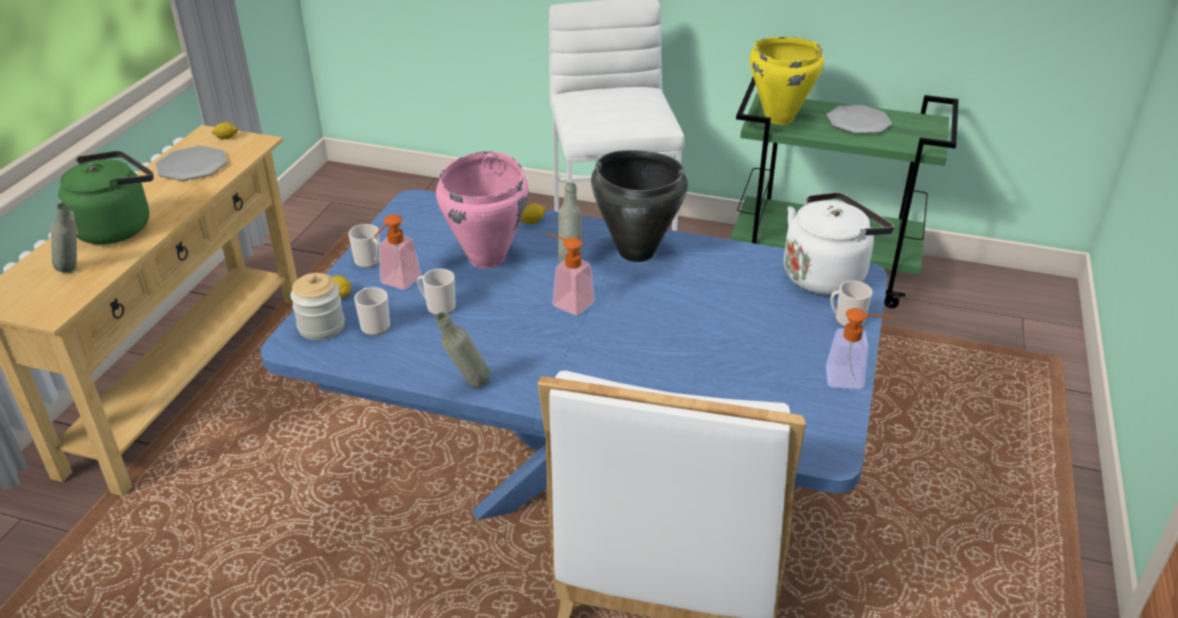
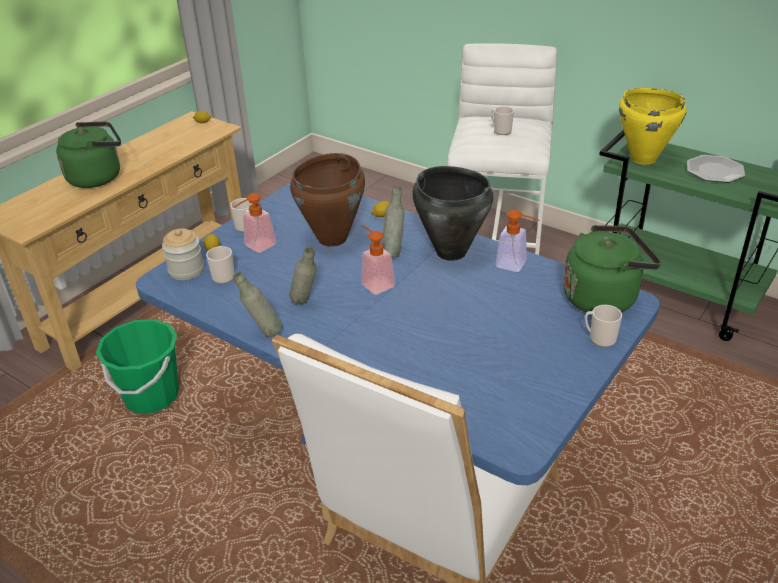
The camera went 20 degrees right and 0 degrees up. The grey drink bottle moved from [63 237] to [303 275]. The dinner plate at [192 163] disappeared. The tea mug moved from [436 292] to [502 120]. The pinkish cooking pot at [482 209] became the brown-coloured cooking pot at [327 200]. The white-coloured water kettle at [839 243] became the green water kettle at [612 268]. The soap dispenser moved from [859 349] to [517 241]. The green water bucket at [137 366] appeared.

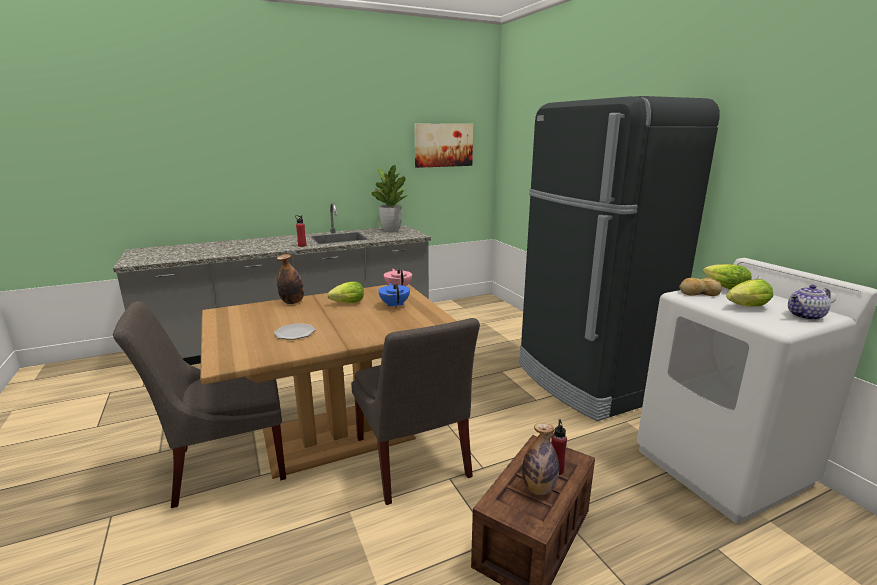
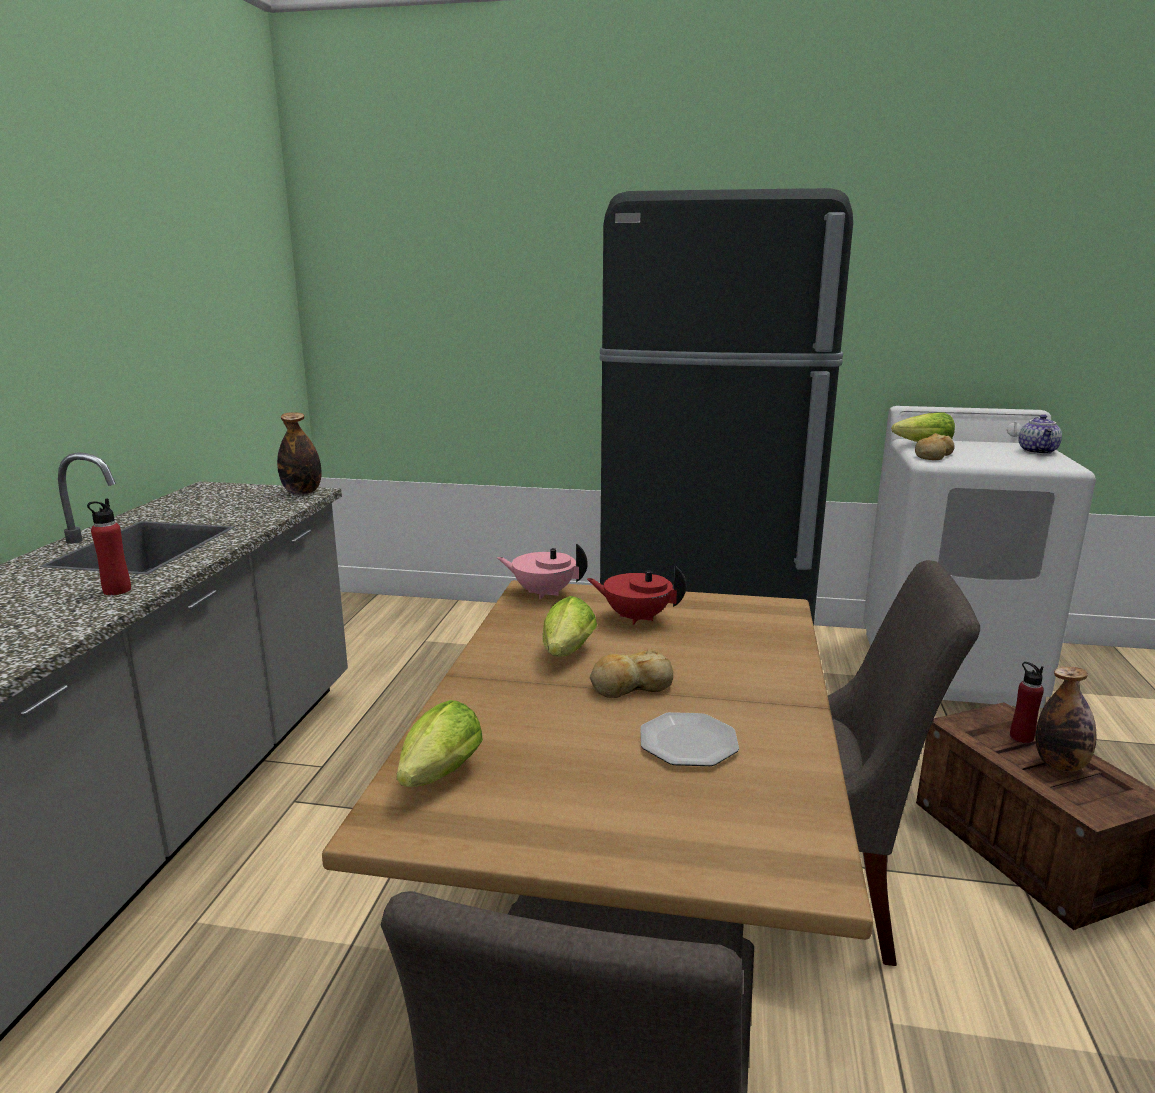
The camera went 55 degrees left and 0 degrees up. The drink bottle moved from [290 279] to [299 453]. The potted plant at [390 198] disappeared. The blue-coloured teapot at [394 295] became the reddish teapot at [636 595]. The wall picture at [443 146] disappeared. The lettuce moved from [749 293] to [440 743]. The bread at [631 673] appeared.

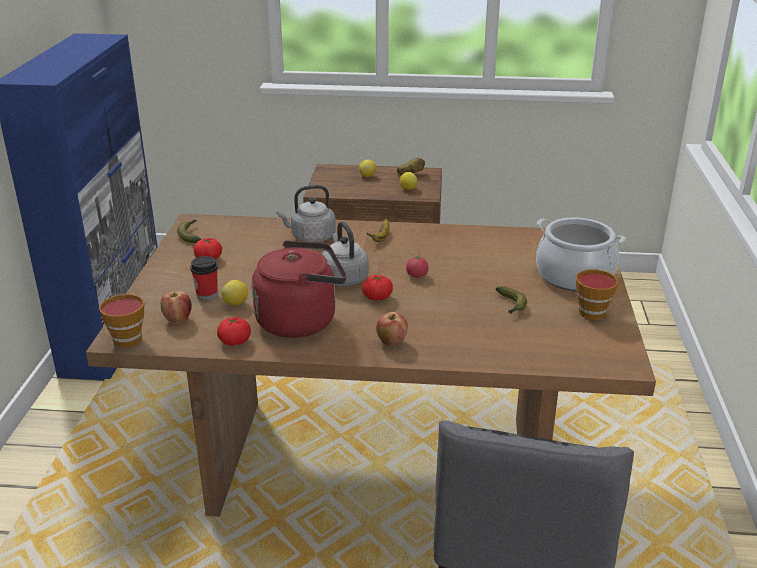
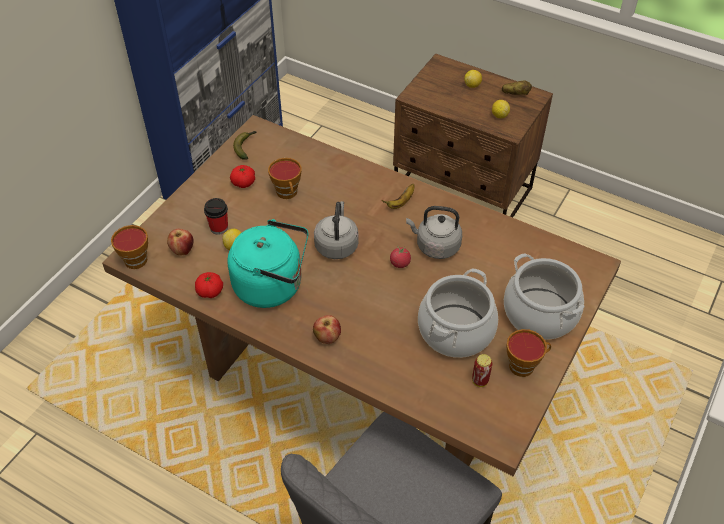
The camera went 25 degrees right and 20 degrees up. The reddish water kettle at [299 289] became the blue-green water kettle at [267 263]. The grey water kettle moved from [306 213] to [434 232]. The whole tomato at [377 288] disappeared. The banana fruit at [511 300] was replaced by the cooking pot at [458 313]. The drinking cup at [285 178] appeared. The metal can at [482 370] appeared.

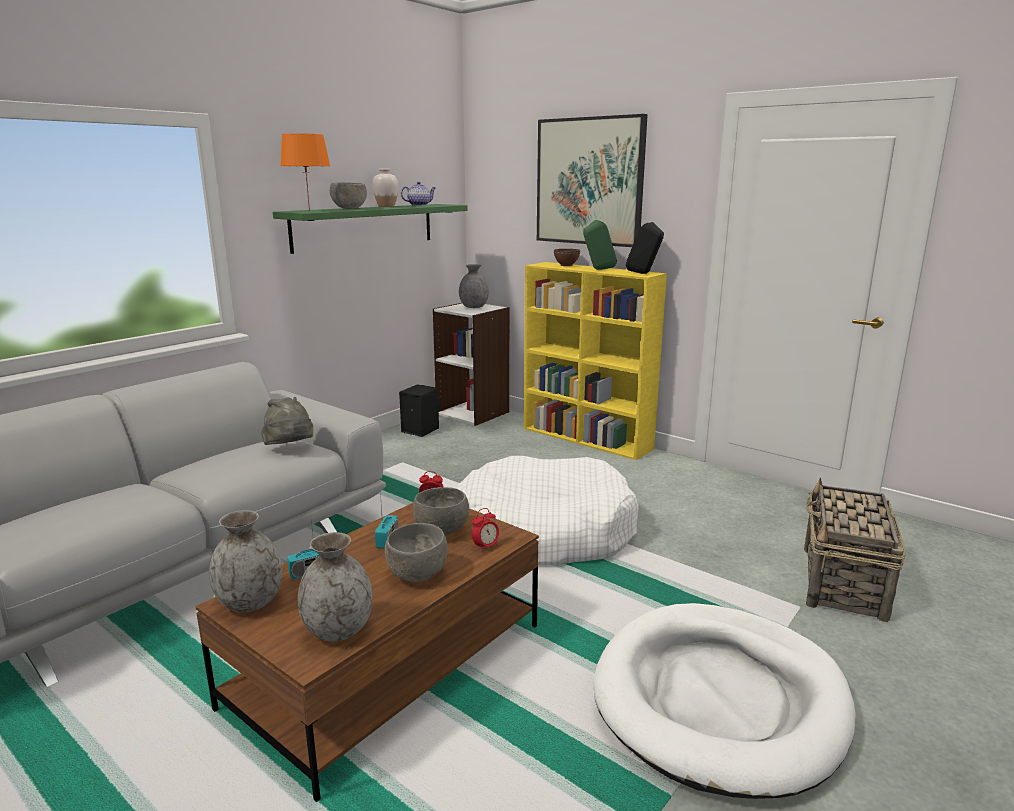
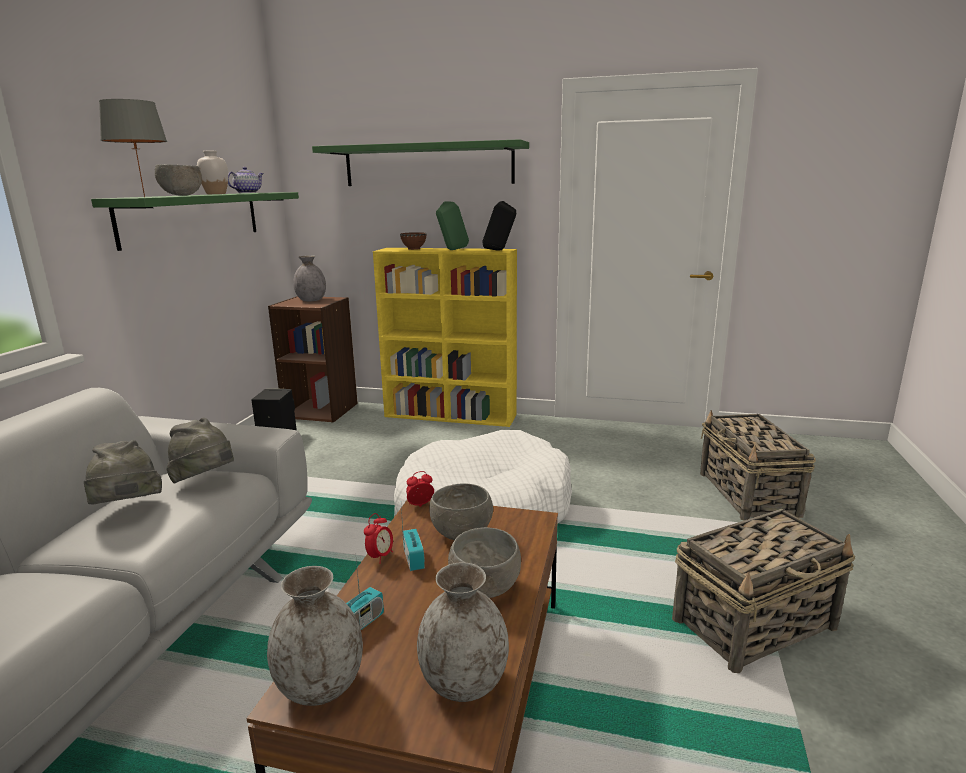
The camera went 25 degrees left and 0 degrees up. The orange-coloured tabletop lamp at [305 172] became the grey tabletop lamp at [133 148]. The white-coloured bookshelf at [471 364] became the brown-coloured bookshelf at [313 359]. The bedside clock moved from [485 530] to [378 538]. The wall picture at [592 180] was replaced by the green shelf at [420 162]. The white-coloured dog bed at [724 701] was replaced by the basket at [763 591]. The grey hat at [123 472] appeared.

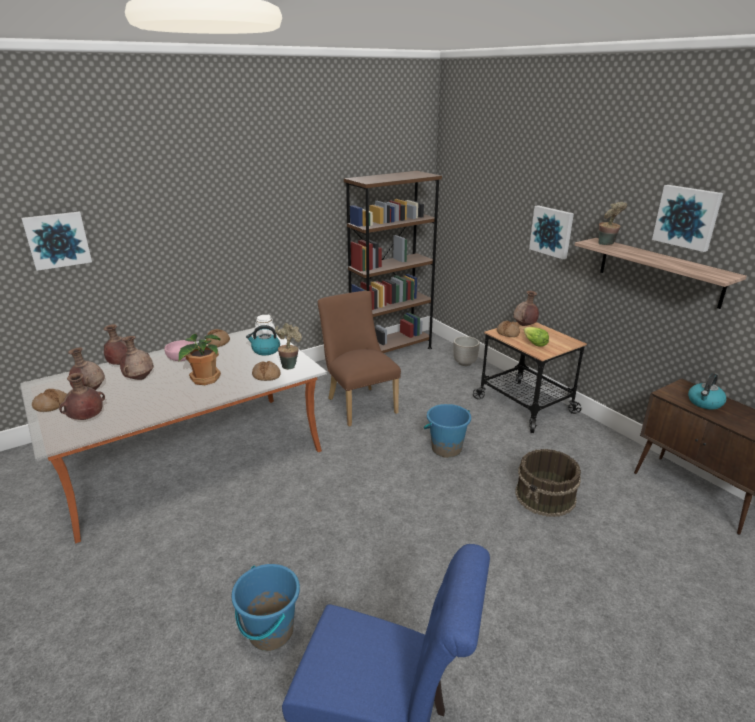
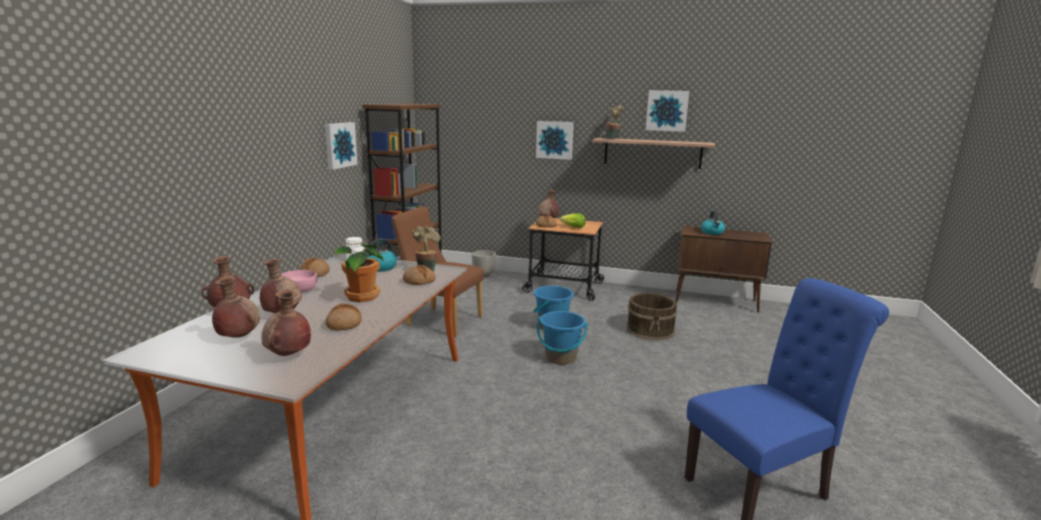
The camera went 40 degrees left and 10 degrees down. The wall picture moved from [56 241] to [341 146]. The bread moved from [49 400] to [343 316]. The blue-coloured water bucket moved from [266 607] to [562 338].

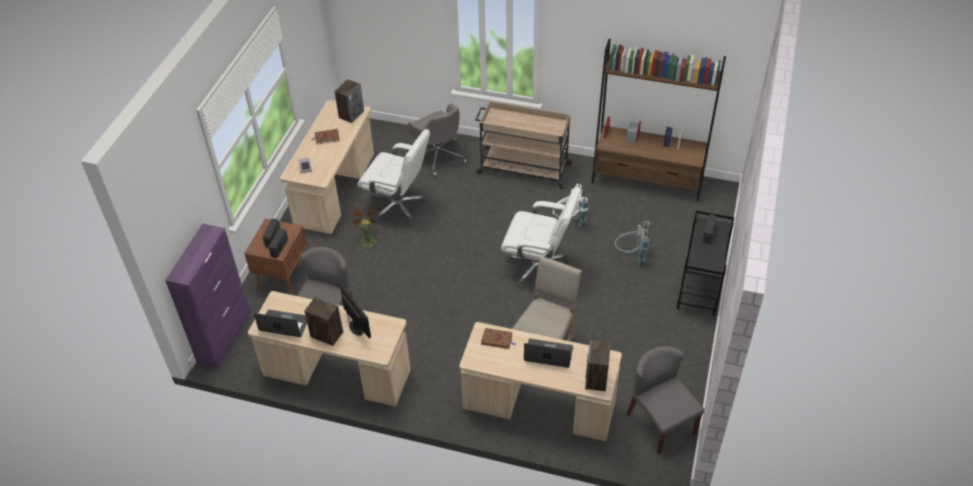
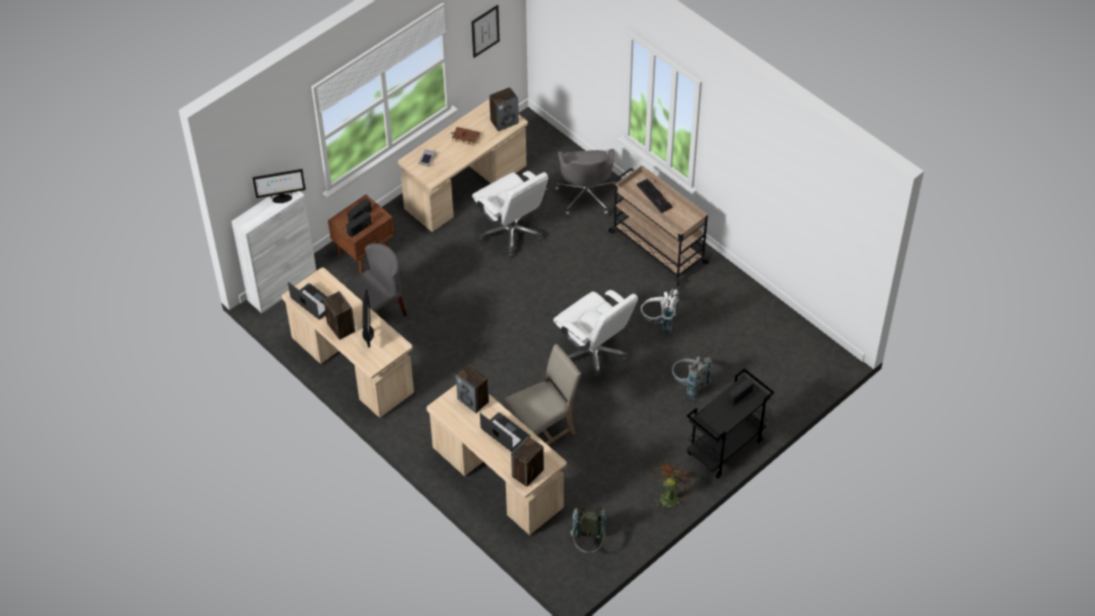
The camera went 30 degrees right and 5 degrees up. The purple storage cabinet at [207 296] became the white-coloured storage cabinet at [274 252]. The brown-coloured cooling fan moved from [365 228] to [673 485]. The brown-coloured bound book at [498 338] was replaced by the audio speaker at [472 388]. The brown-coloured bookshelf at [659 120] disappeared. The grey chair at [665 400] was replaced by the grey rucksack at [588 530]. The computer screen at [279 186] appeared. The wall picture at [485 31] appeared. The PC keyboard at [655 195] appeared.

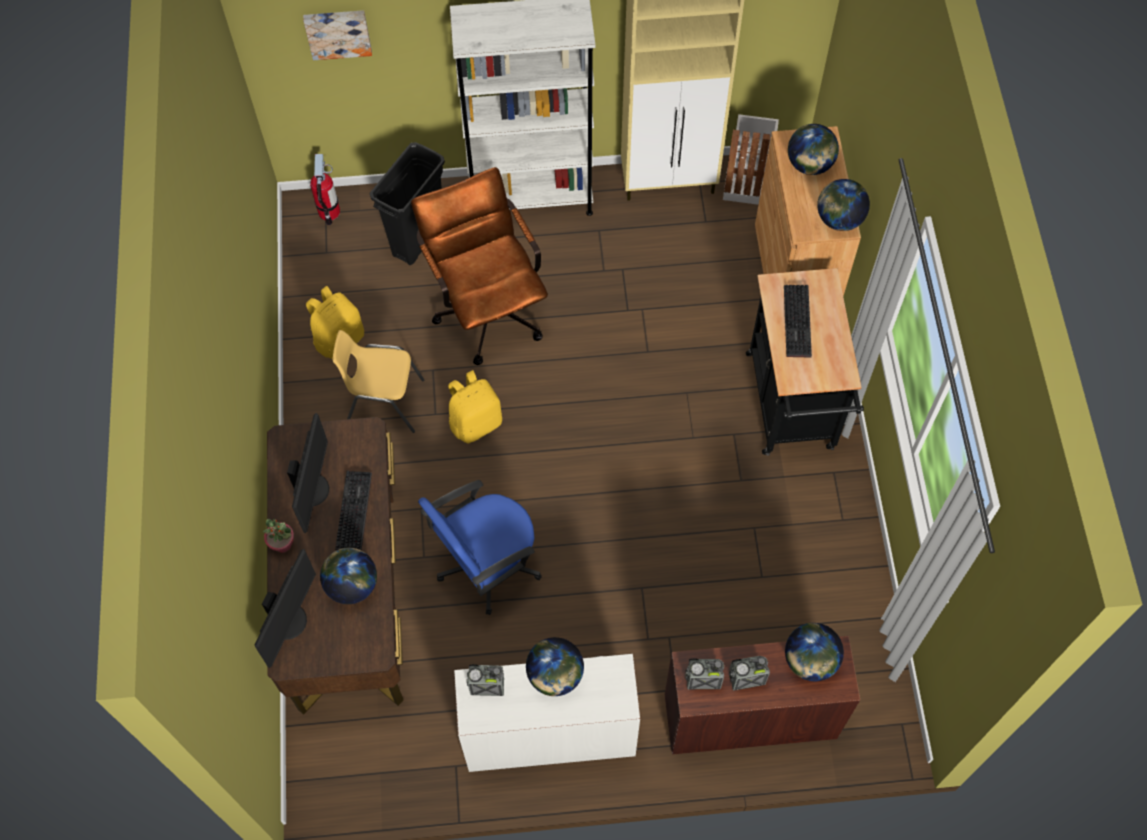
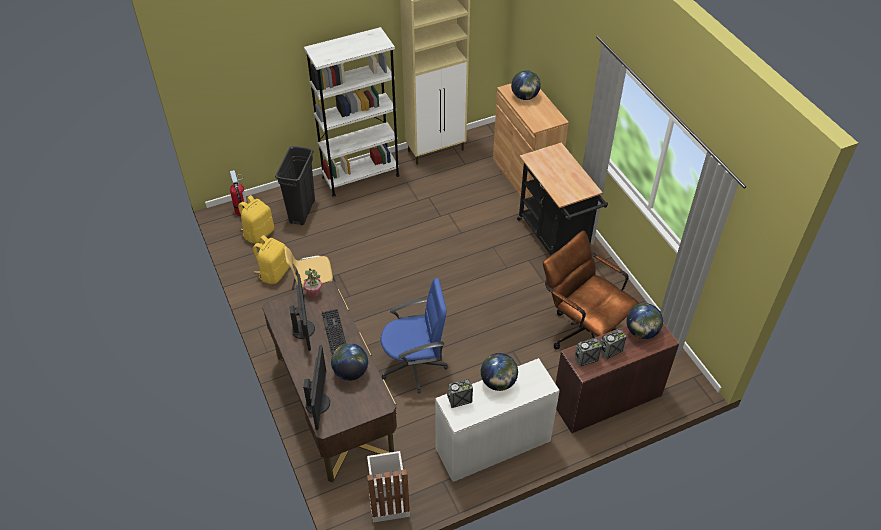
The camera went 20 degrees left and 15 degrees down. The potted plant moved from [278 536] to [312 282]. The wall picture at [337 35] disappeared. The brown-coloured desk chair moved from [479 266] to [591 290]. The blue-coloured desk chair at [480 547] turned 135 degrees counterclockwise. The yellow-coloured rucksack moved from [475 407] to [256 219]. The white-coloured trash can moved from [751 159] to [388 487]. The PC keyboard at [798 321] disappeared. The desk globe at [844 205] disappeared.

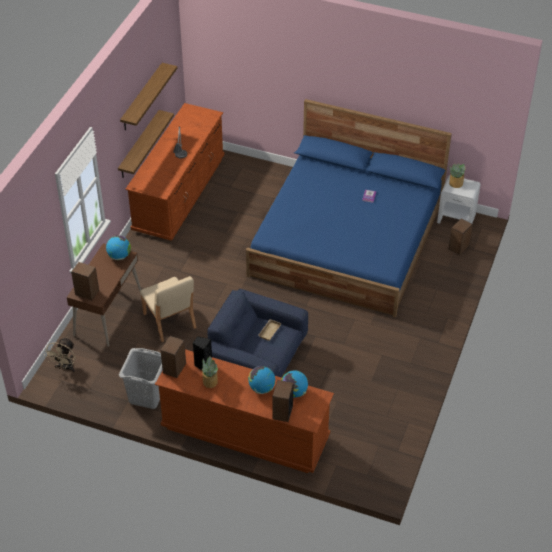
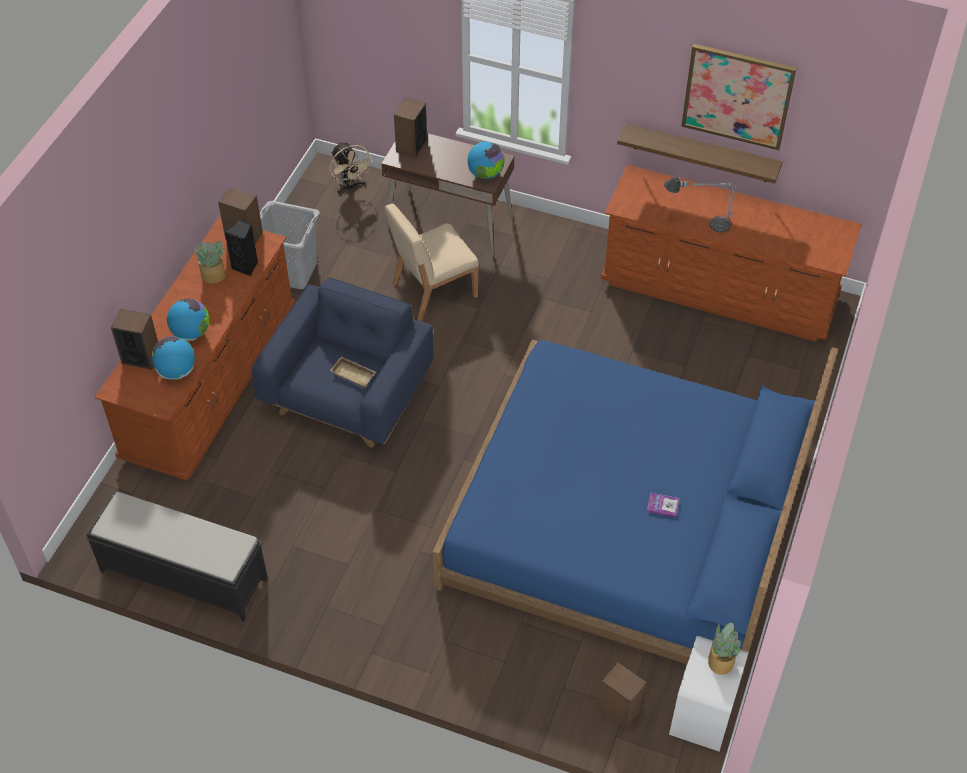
The camera went 90 degrees right and 5 degrees up. The beige cooling fan at [59 354] turned 135 degrees counterclockwise. The shelf at [148 96] was replaced by the wall picture at [739 97]. The black-coloured long seat at [177 557] appeared.

